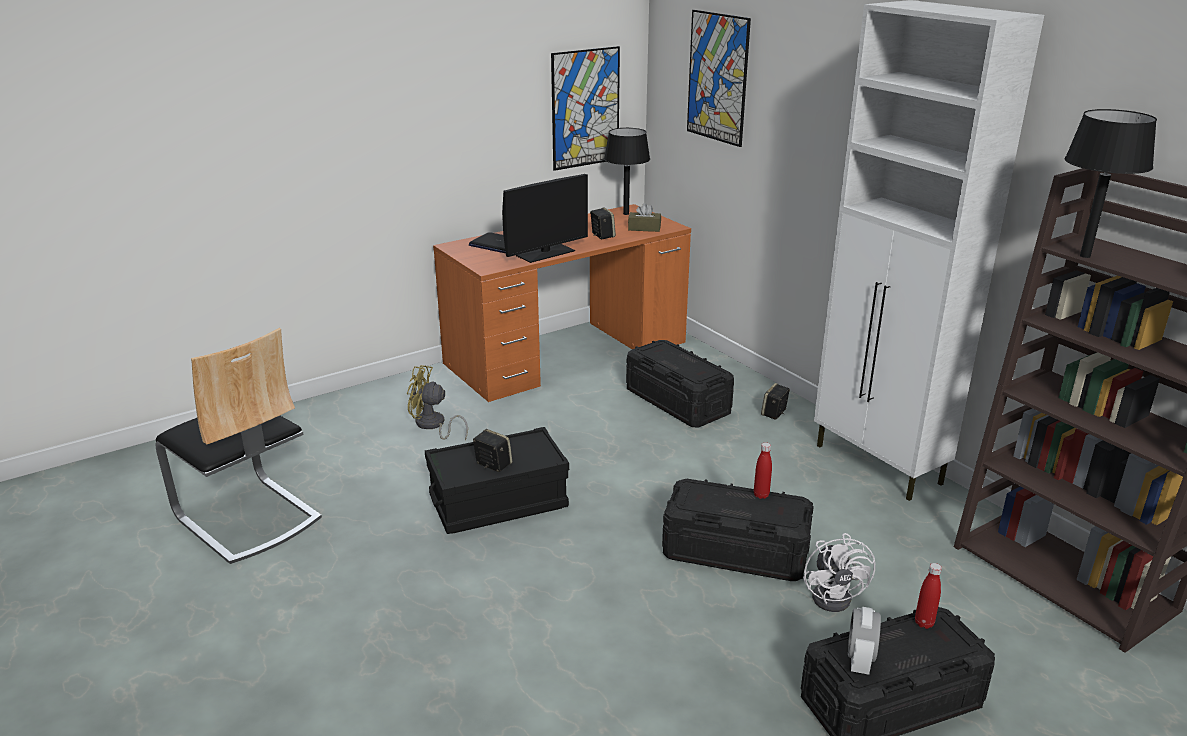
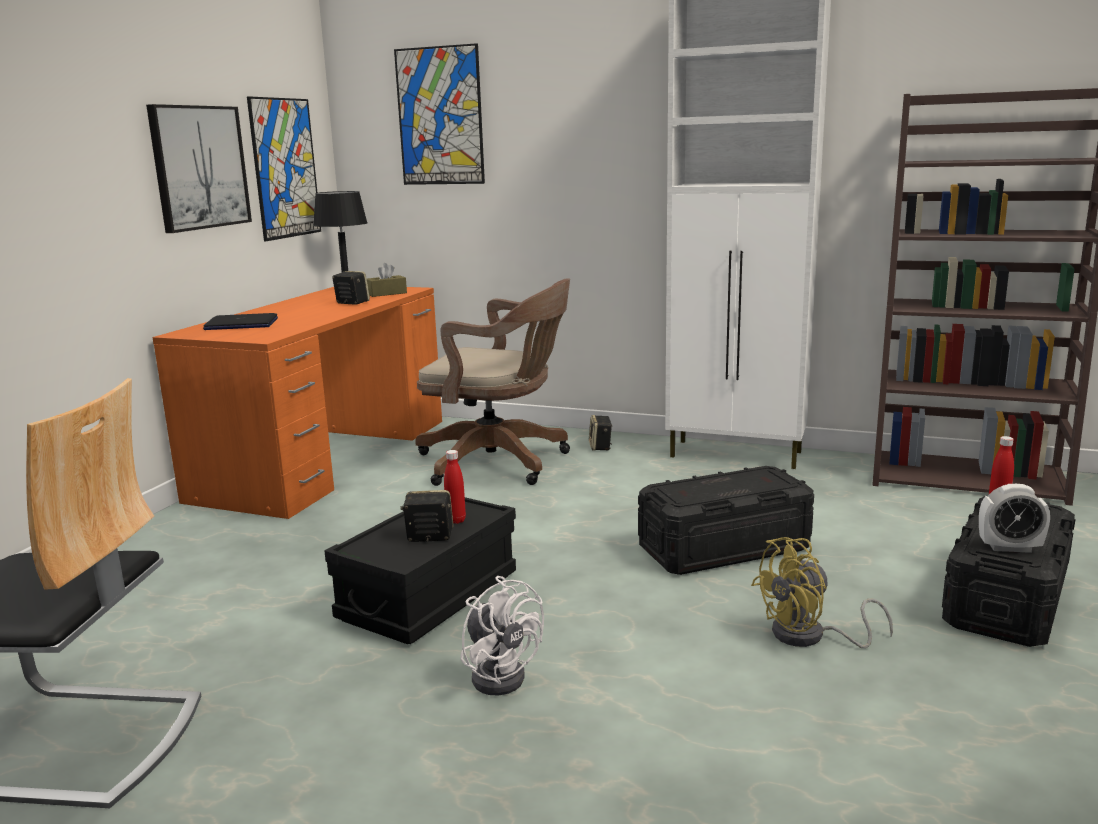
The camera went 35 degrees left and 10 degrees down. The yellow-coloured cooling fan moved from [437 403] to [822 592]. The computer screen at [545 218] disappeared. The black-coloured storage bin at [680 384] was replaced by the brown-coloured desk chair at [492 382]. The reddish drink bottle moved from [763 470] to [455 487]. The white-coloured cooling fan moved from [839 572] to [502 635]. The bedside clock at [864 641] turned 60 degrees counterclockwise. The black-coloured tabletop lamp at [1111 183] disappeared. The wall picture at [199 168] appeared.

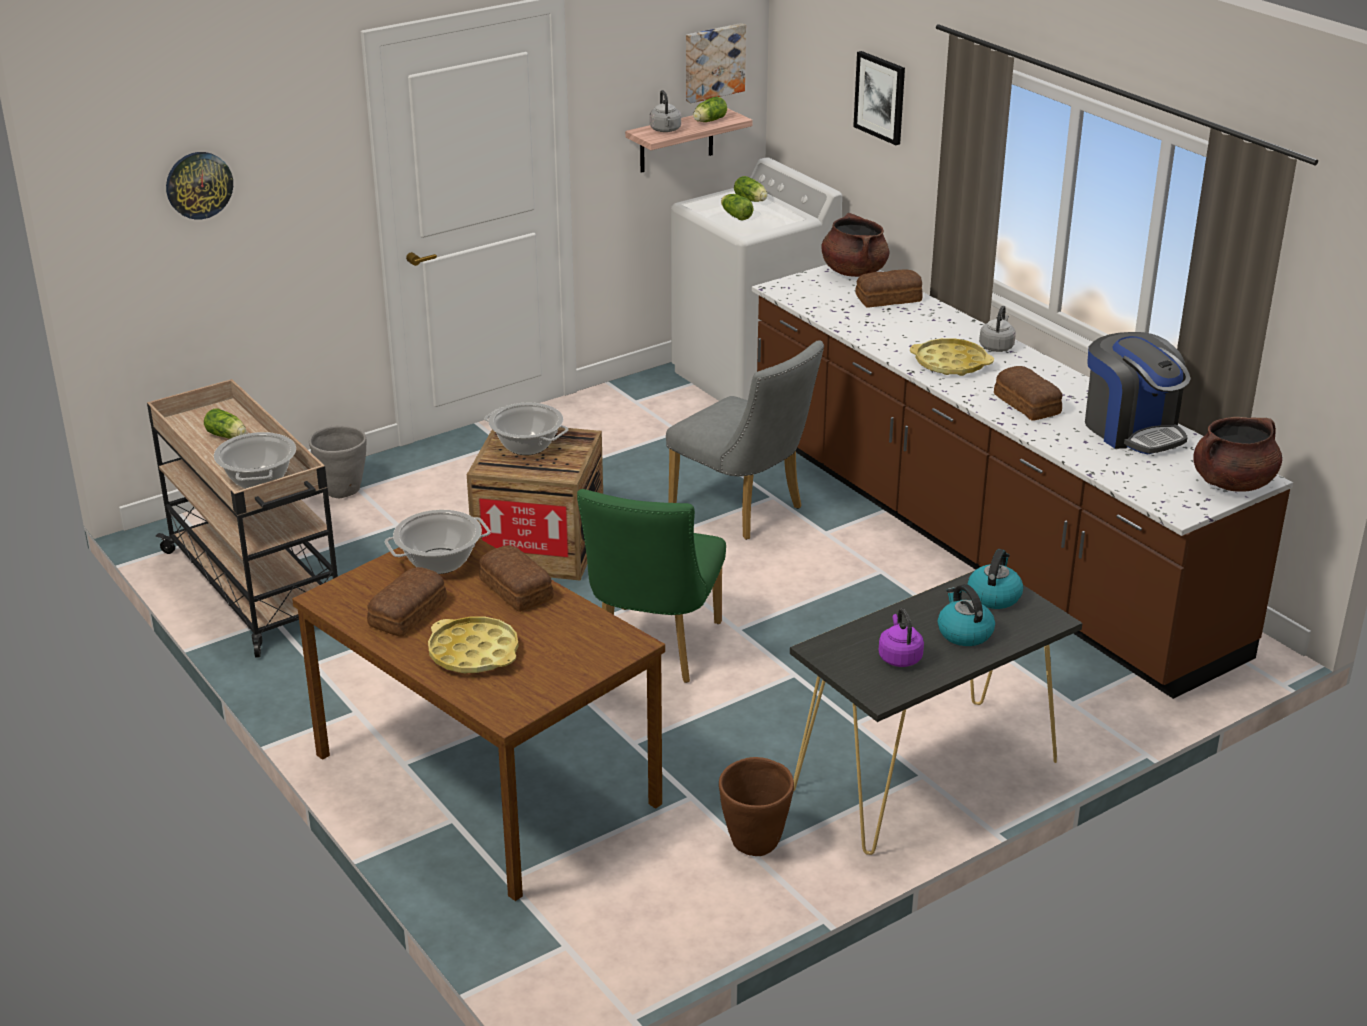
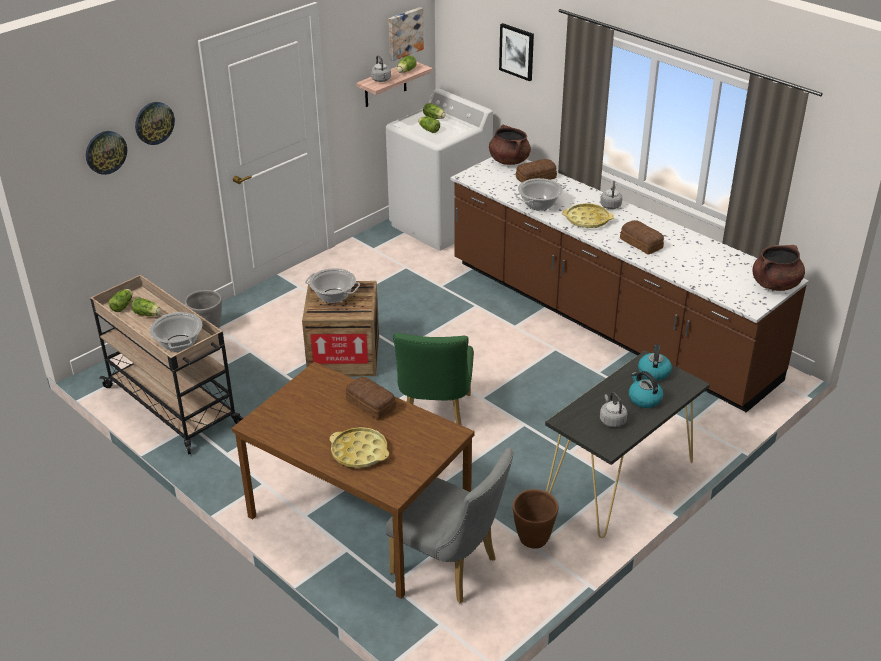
The camera went 10 degrees left and 5 degrees up. The bread at [407 602] disappeared. The cooking pot moved from [438 542] to [540 194]. The grey chair moved from [745 440] to [449 525]. The purple water kettle at [901 637] became the grey water kettle at [613 409]. The coffee brewer at [1138 393] disappeared. The lettuce at [121 300] appeared. The wall clock at [155 123] appeared.

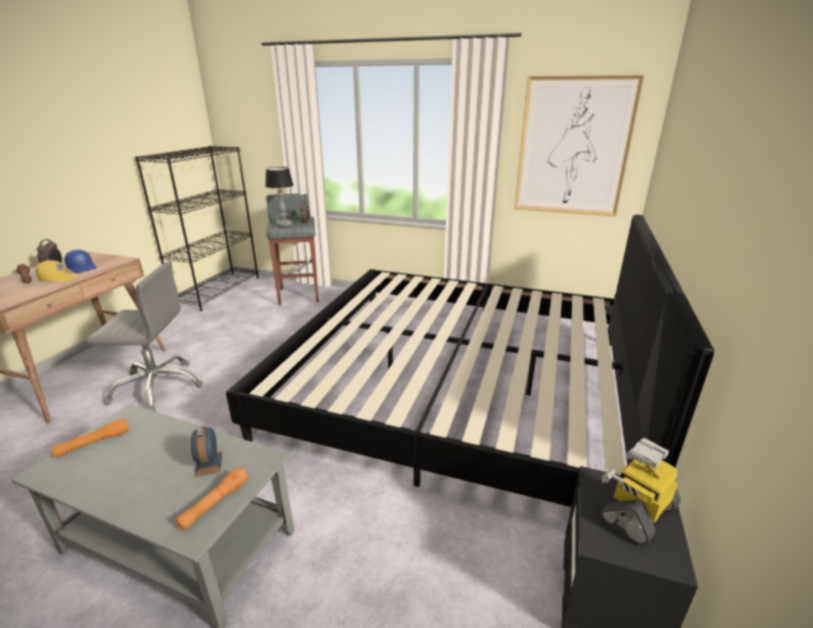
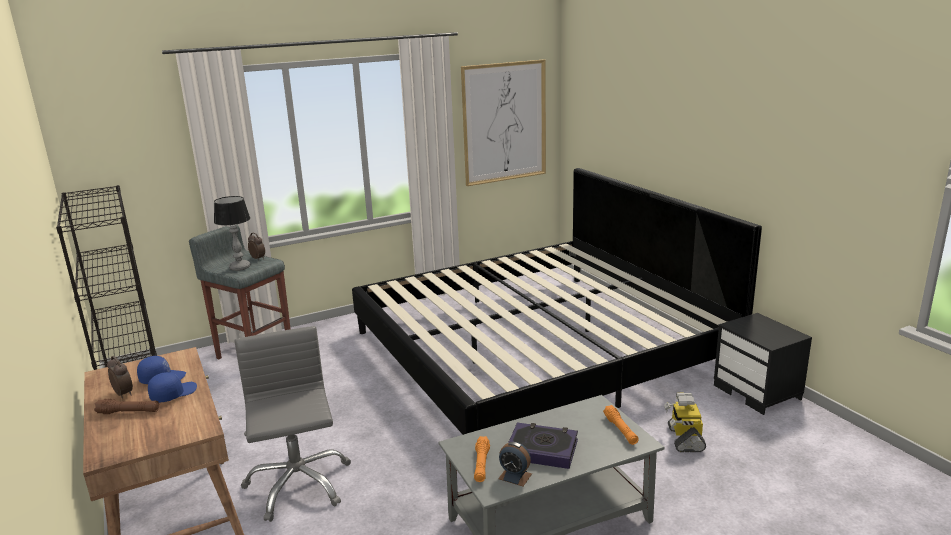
The camera went 45 degrees left and 5 degrees down. The yellow-coloured peaked cap at [57 271] became the blue-coloured peaked cap at [172 387]. The grey desk chair at [144 336] turned 60 degrees counterclockwise. The bedside clock moved from [206 451] to [515 464]. The toy robot moved from [640 491] to [685 422]. The bound book at [543 445] appeared.

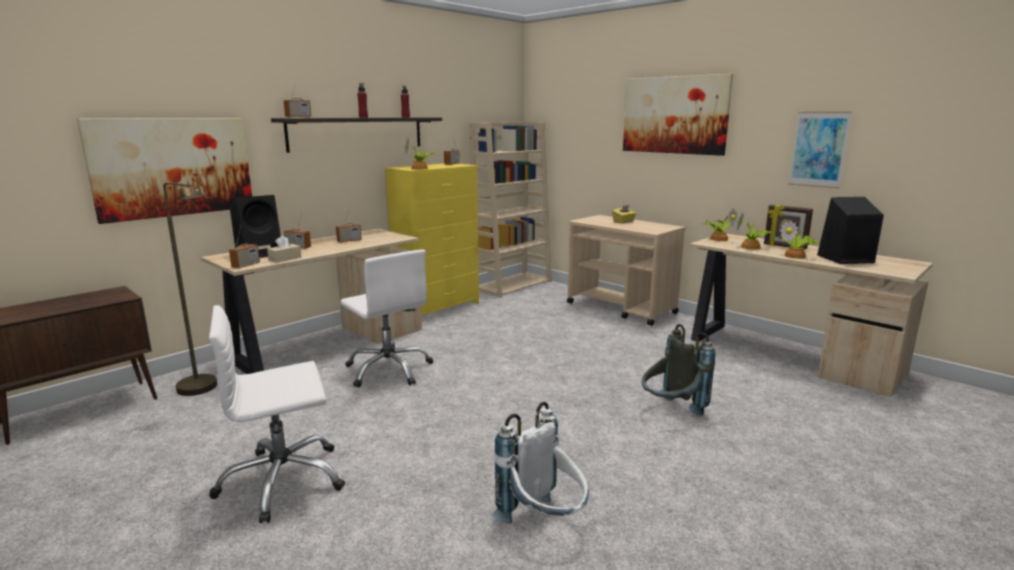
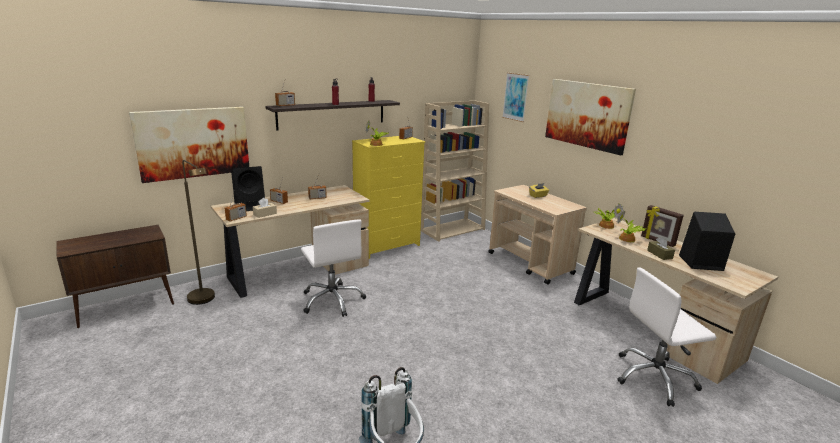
The camera went 10 degrees right and 5 degrees up. The white-coloured desk chair moved from [277 414] to [666 337]. The grey rucksack at [679 370] disappeared. The potted plant at [799 239] was replaced by the brown-coloured tissue box at [661 248]. The wall picture moved from [819 150] to [515 97].

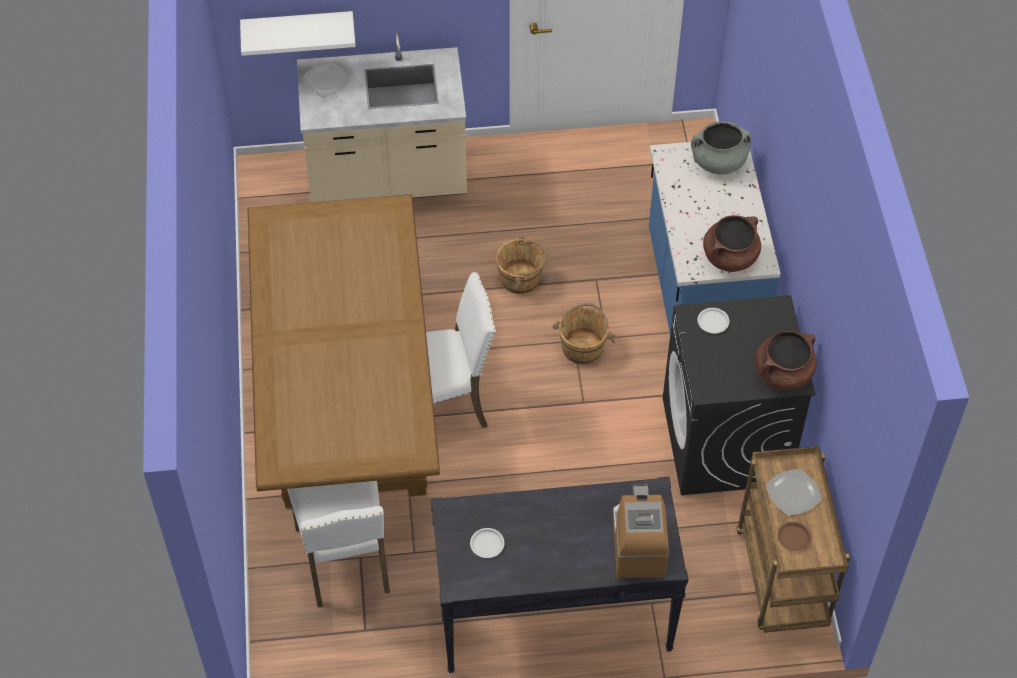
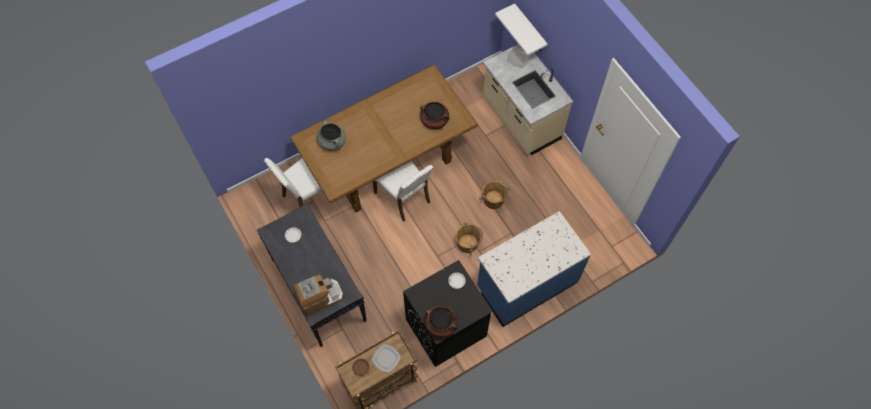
The camera went 65 degrees right and 10 degrees up. The grey cooking pot moved from [721 148] to [331 135]. The brown-coloured cooking pot moved from [732 243] to [435 115].

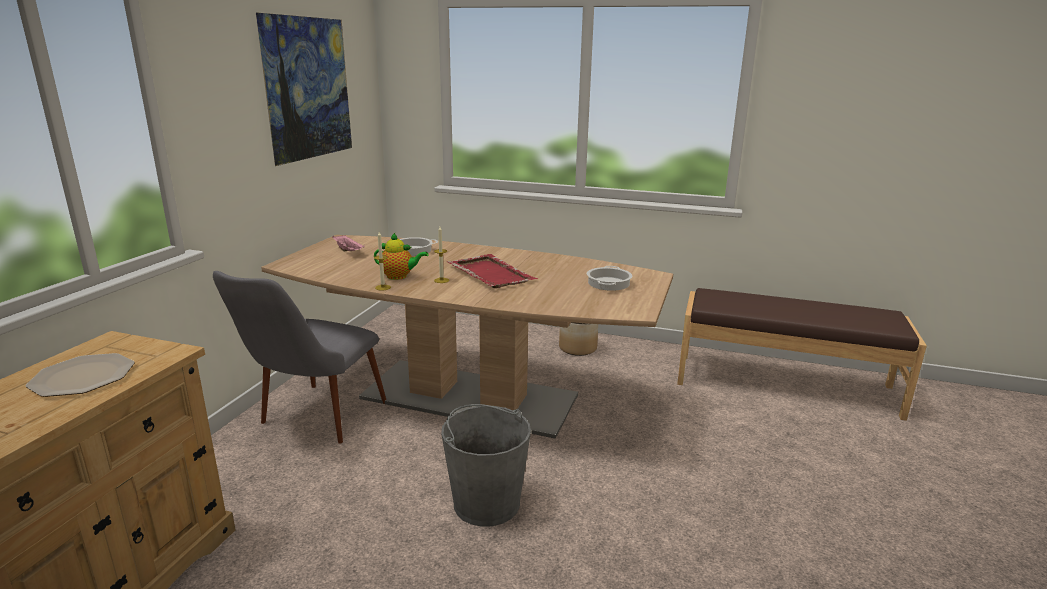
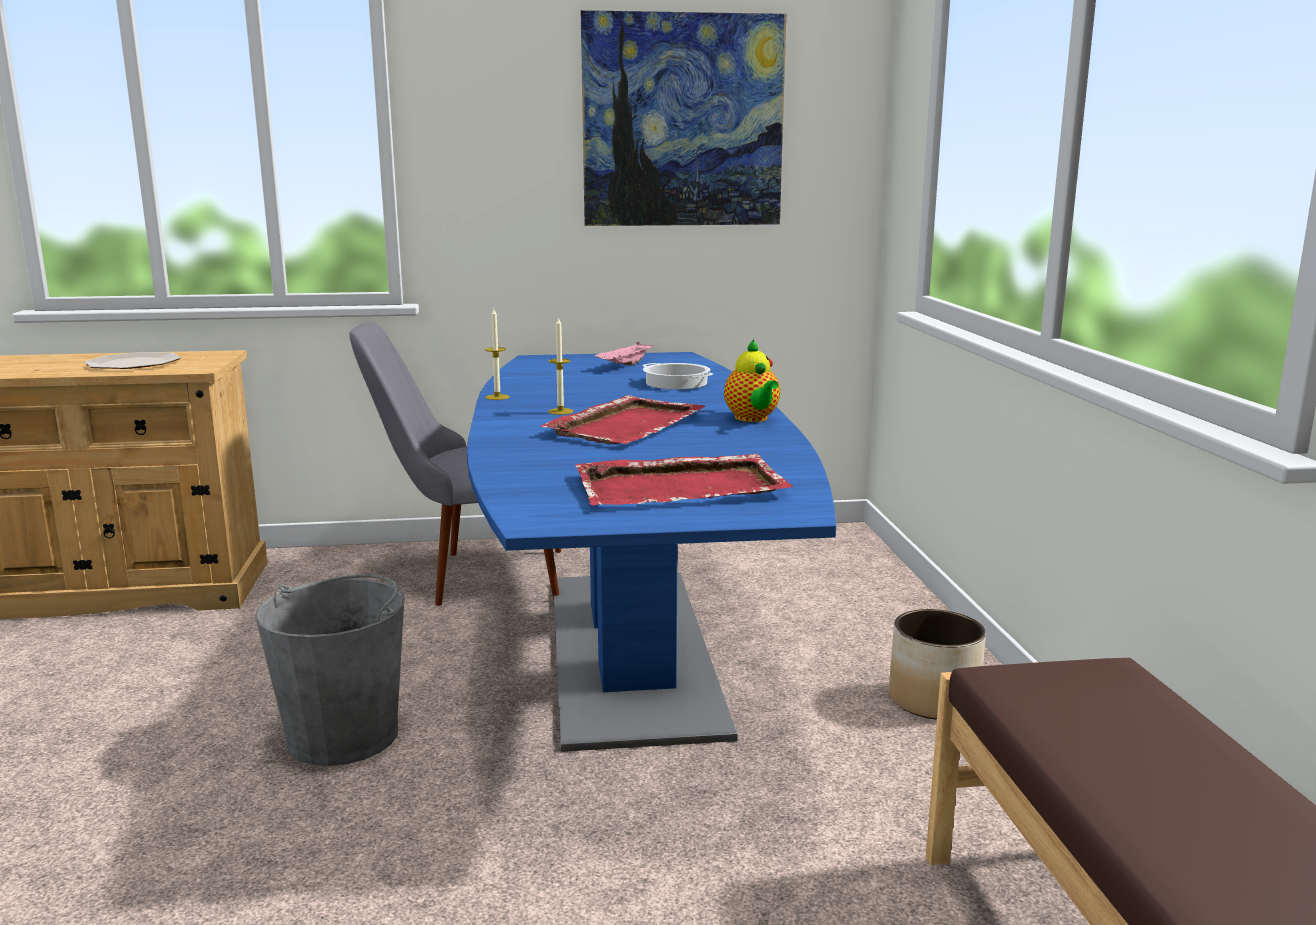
The camera went 65 degrees right and 5 degrees down. The brown-coloured kitchen table at [467 337] became the blue-coloured kitchen table at [651 552]. The teapot moved from [401 256] to [752 380]. The cooking pot at [609 278] was replaced by the reddish carrying tray at [684 480].

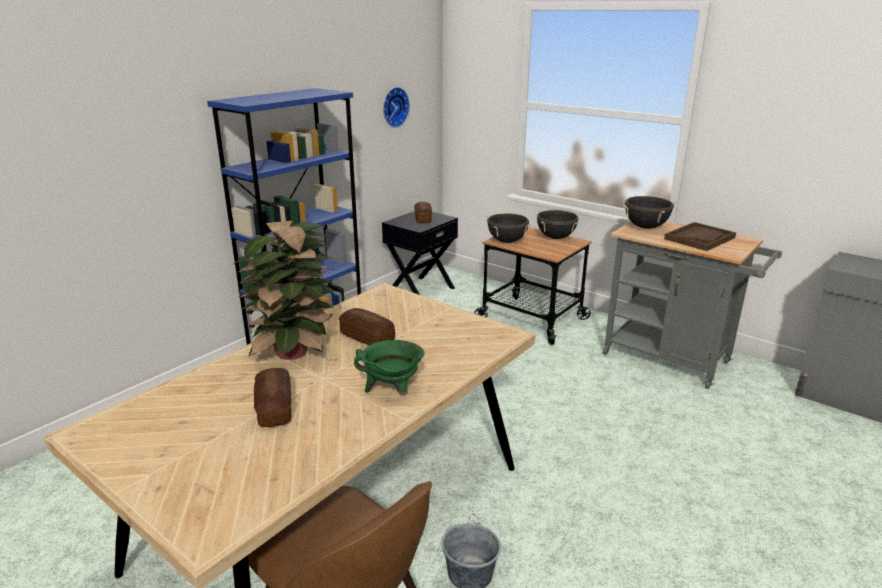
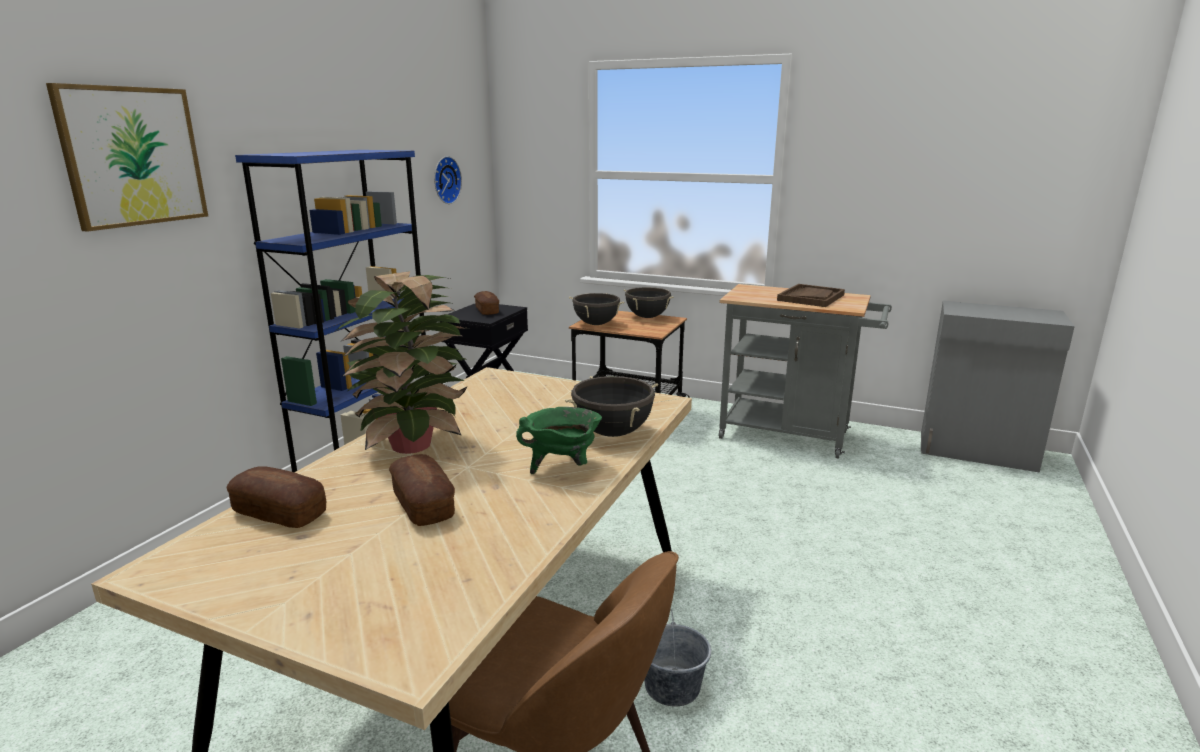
The camera went 15 degrees left and 5 degrees down. The bread moved from [367 326] to [276 497]. The black-coloured cooking pot moved from [649 212] to [611 406]. The wall picture at [127 157] appeared.

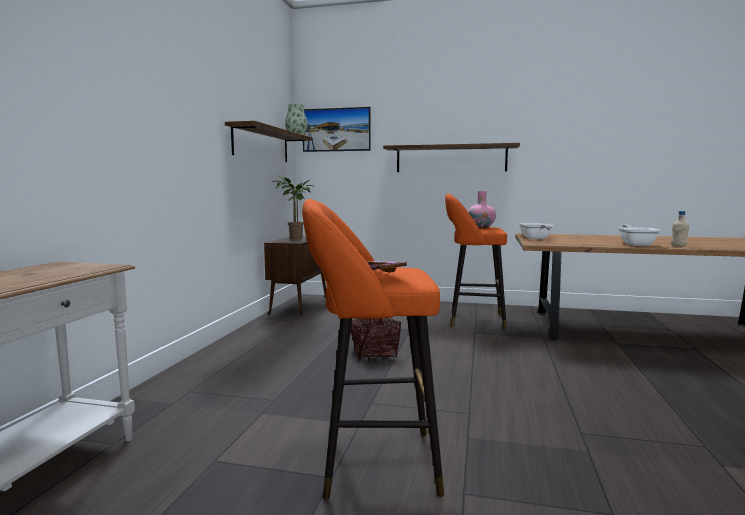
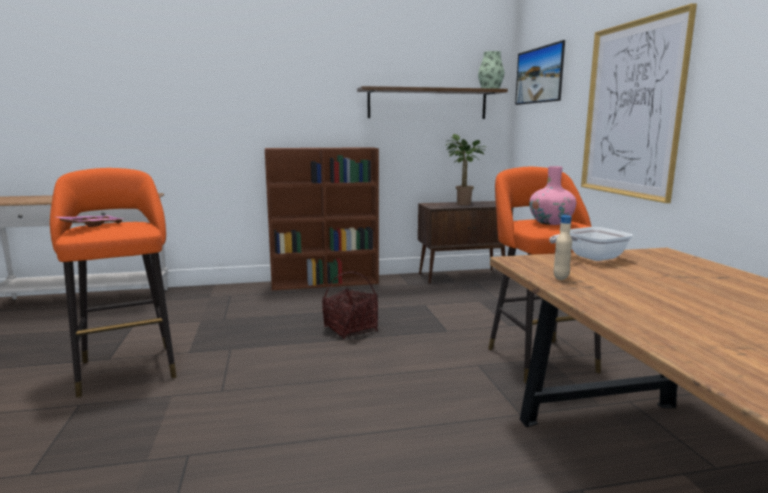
The camera went 65 degrees right and 5 degrees up. The shelf at [451 157] was replaced by the wall picture at [639 103]. The frying pan at [639 235] disappeared. The beige drink bottle moved from [680 229] to [563 247]. The brown-coloured bookshelf at [322 218] appeared.

